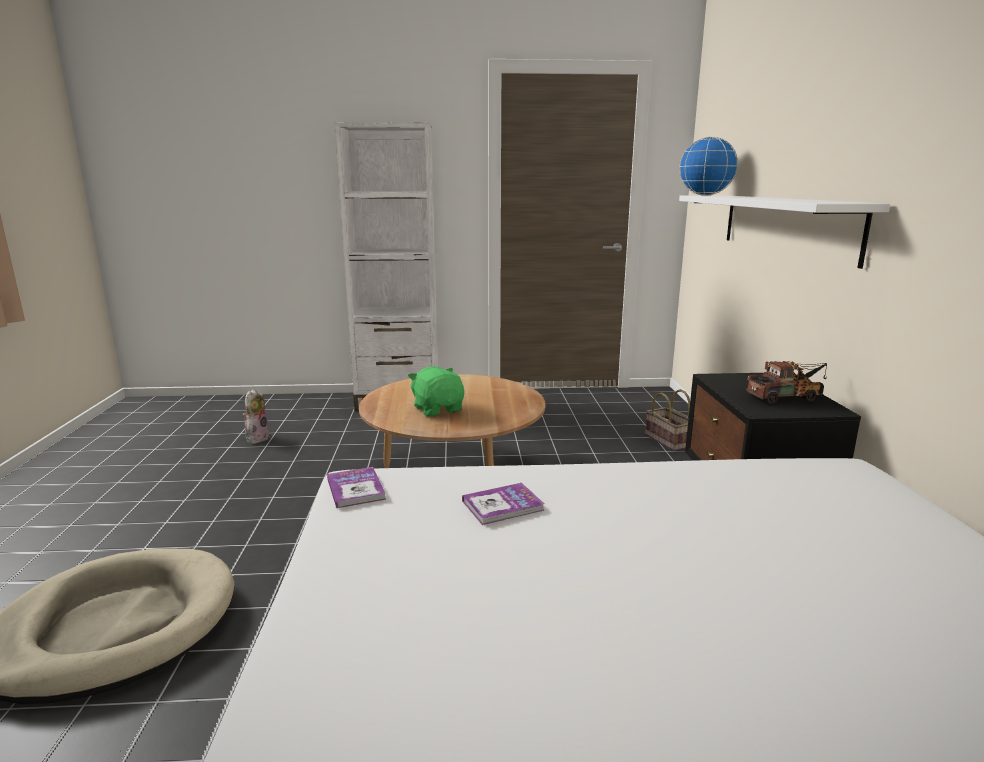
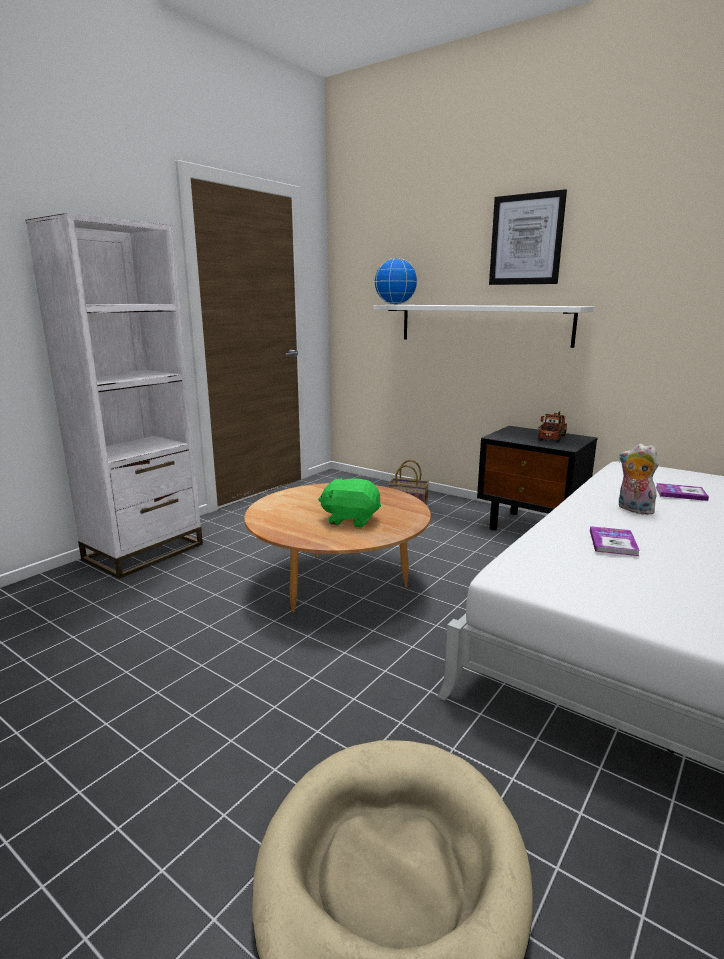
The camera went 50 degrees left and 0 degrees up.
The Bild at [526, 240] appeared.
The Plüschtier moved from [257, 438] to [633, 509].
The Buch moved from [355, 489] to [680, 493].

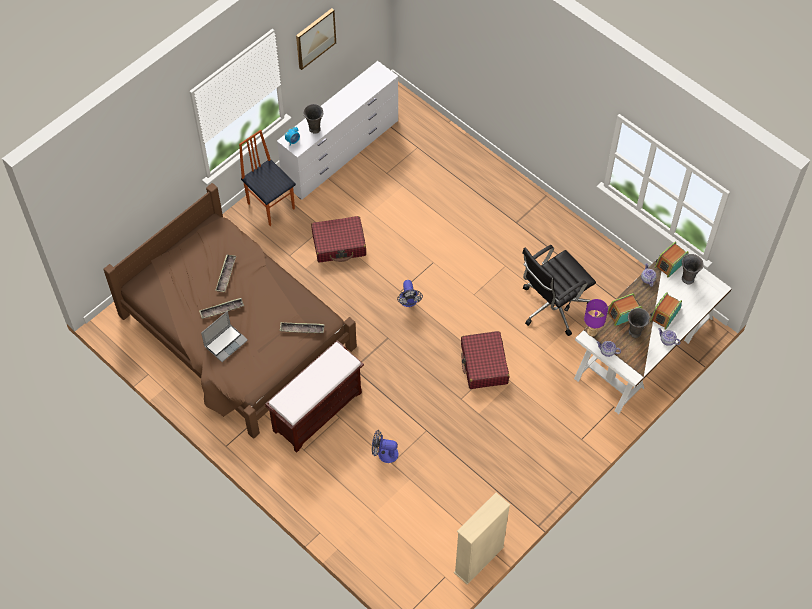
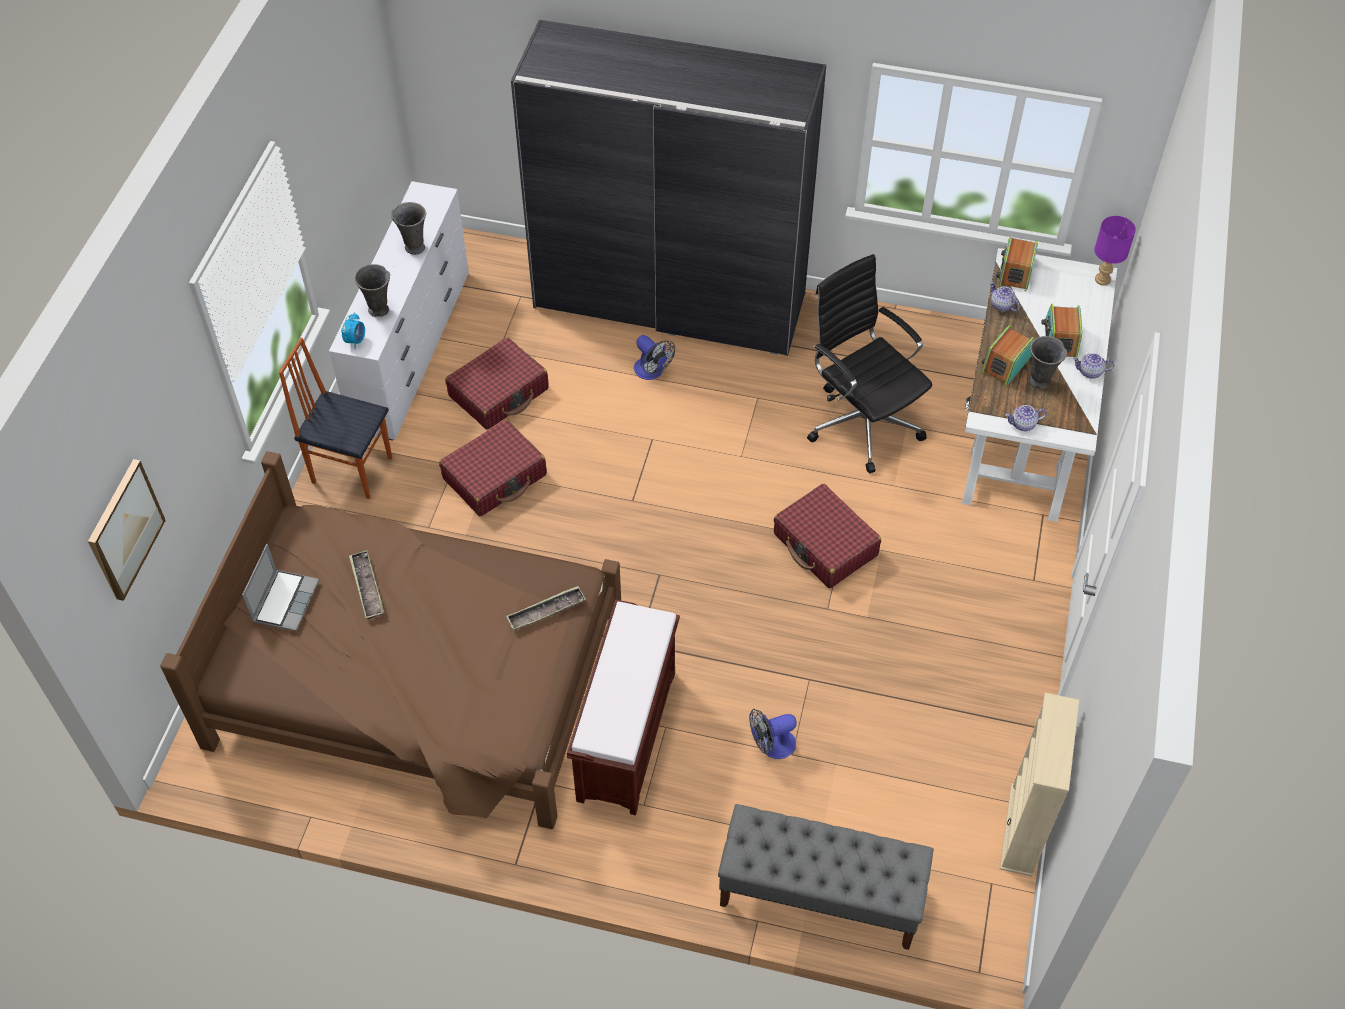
The camera went 30 degrees left and 5 degrees down.
The Bild moved from [315, 38] to [124, 529].
The Laptop moved from [226, 343] to [285, 600].
The Vase (grau) moved from [687, 278] to [414, 247].
The Koffer (rot) at [499, 393] appeared.
The Kleiderschrank (grau) at [670, 301] appeared.
The Ventilator moved from [409, 302] to [652, 372].
The Bank (grau) at [819, 895] appeared.
The Bürostuhl (schwarz) at [552, 307] turned 120 degrees clockwise.
The Tischlampe (lila) moved from [591, 332] to [1102, 280].
The Tablett at [222, 310] disappeared.

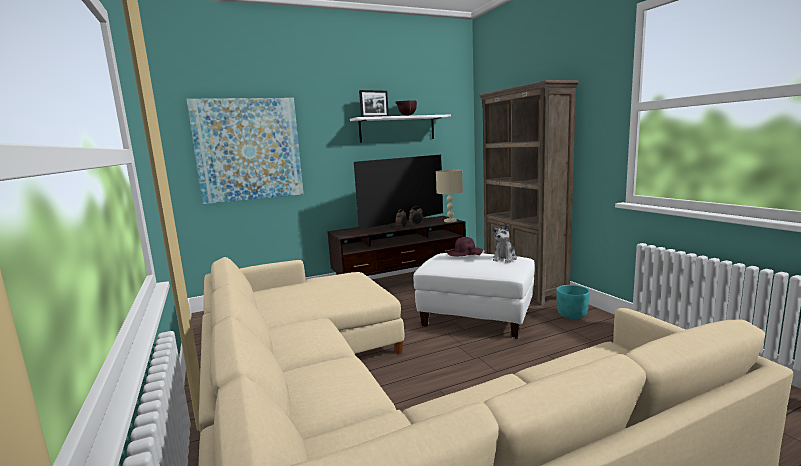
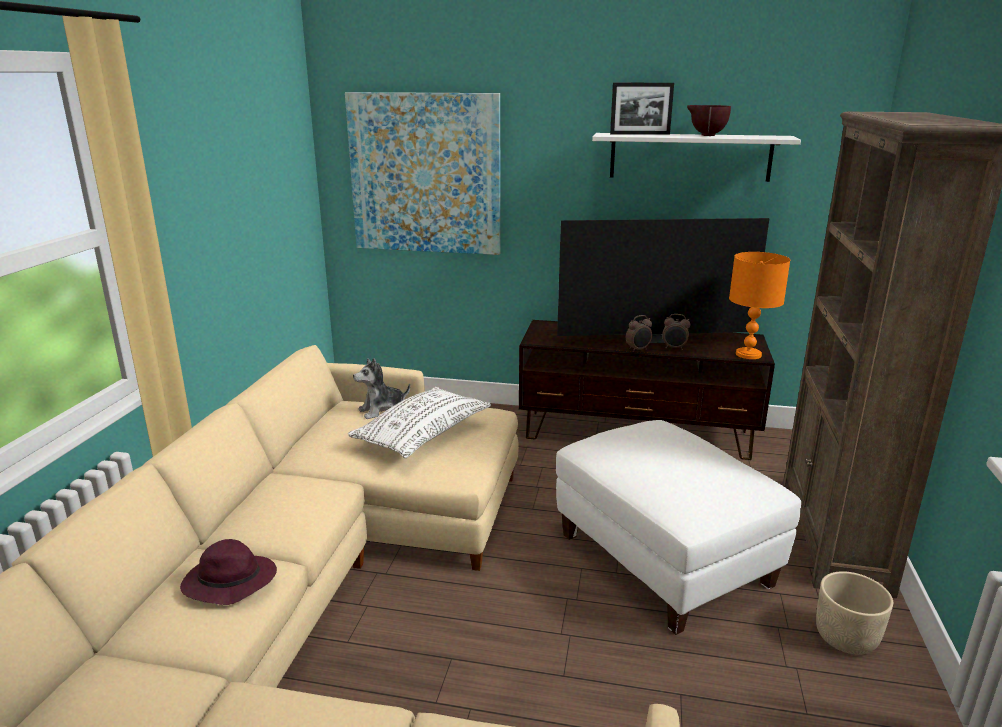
The camera went 35 degrees right and 10 degrees up.
The Hut (lila) moved from [464, 254] to [228, 583].
The Kissen (weiß) at [423, 435] appeared.
The Plüschtier moved from [504, 258] to [382, 411].
The Tischlampe (beige) at [450, 221] became the Tischlampe (orange) at [748, 354].
The Pflanzkübel (türkis) at [572, 315] became the Pflanzkübel (beige) at [846, 638].

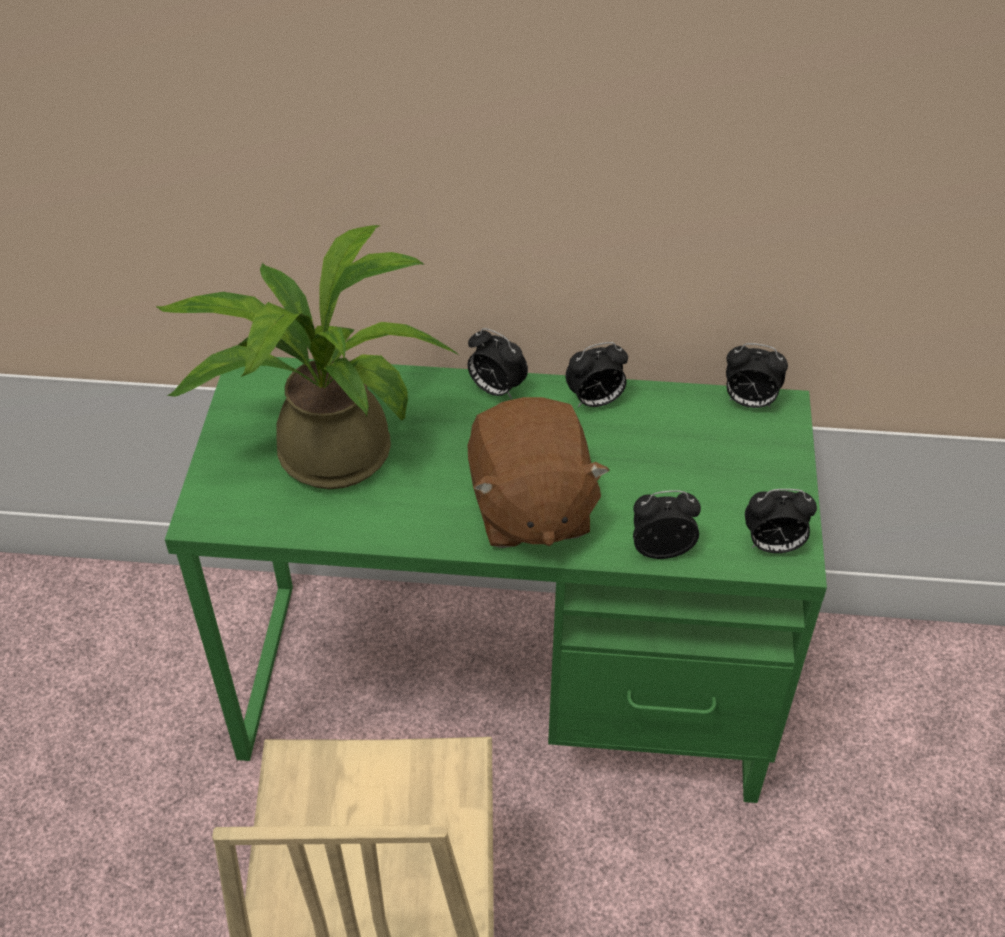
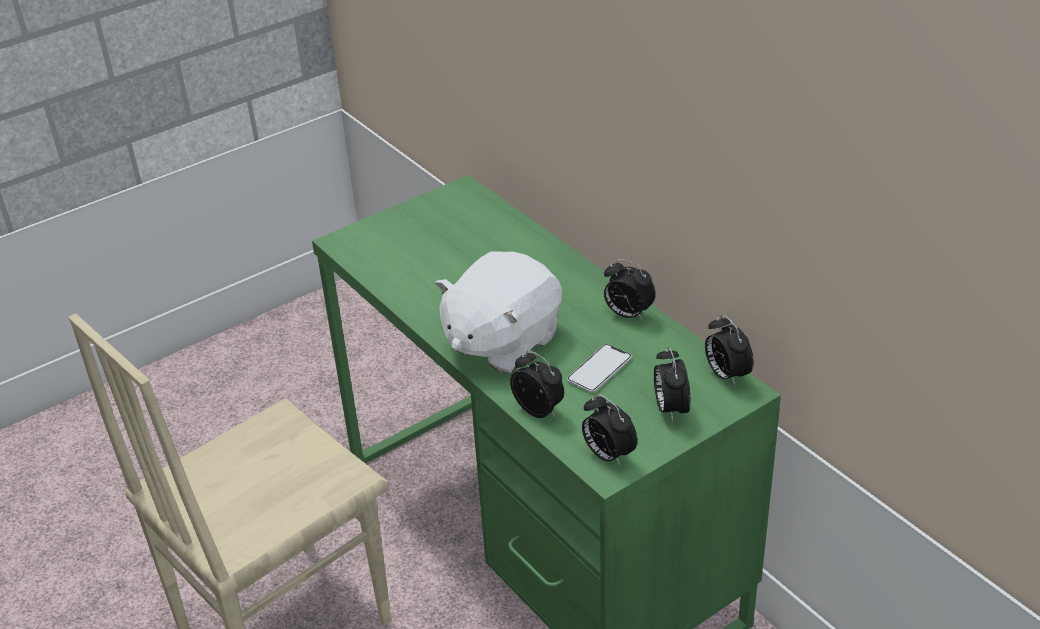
The camera went 50 degrees right and 10 degrees down.
The Plüschtier (braun) at [530, 508] became the Plüschtier (weiß) at [501, 342].
The Handy at [599, 369] appeared.
The Wecker moved from [495, 389] to [670, 409].
The Topfpflanze at [321, 448] disappeared.

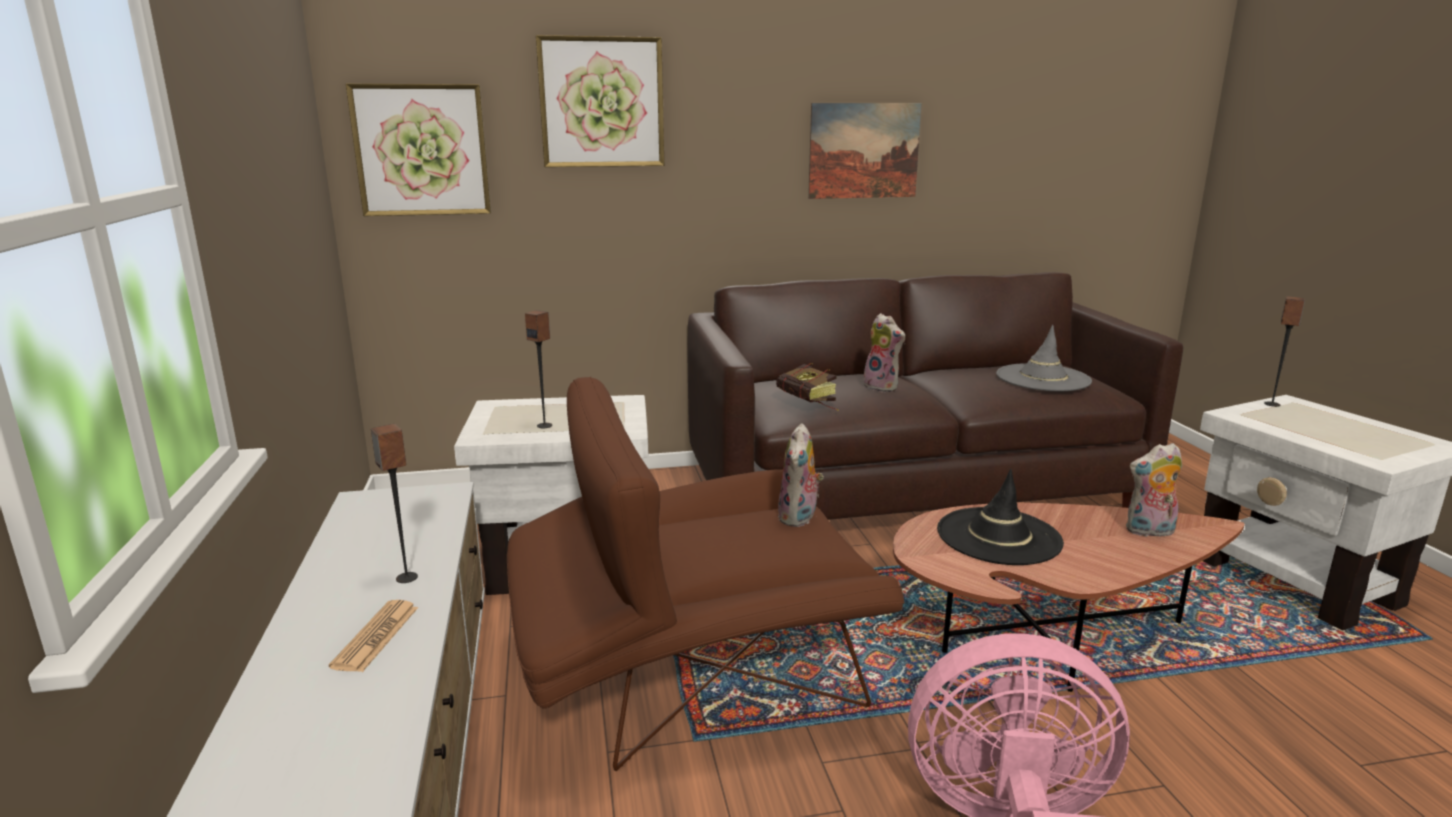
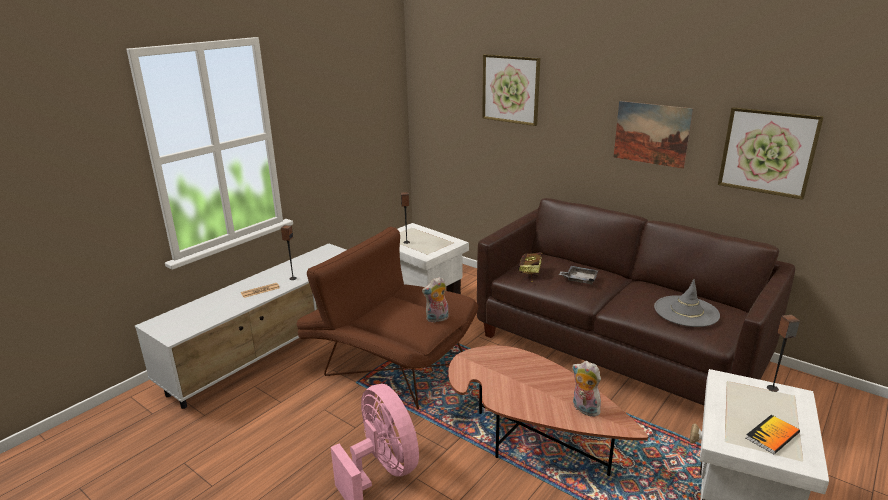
The camera went 50 degrees right and 5 degrees up.
The Plüschtier at [883, 387] was replaced by the Tablett (grau) at [579, 279].
The Bild moved from [421, 150] to [768, 152].
The Buch at [772, 435] appeared.
The Hut (schwarz) at [998, 536] disappeared.

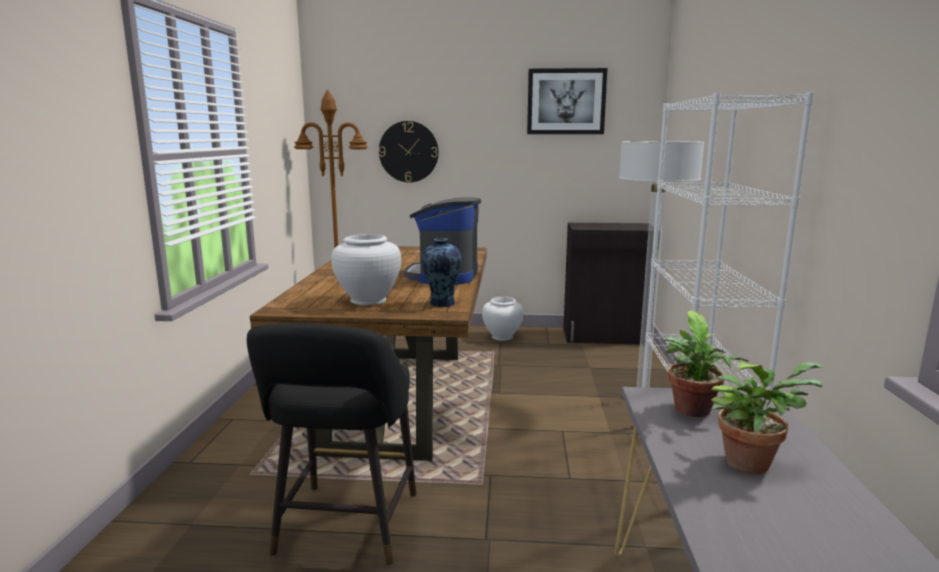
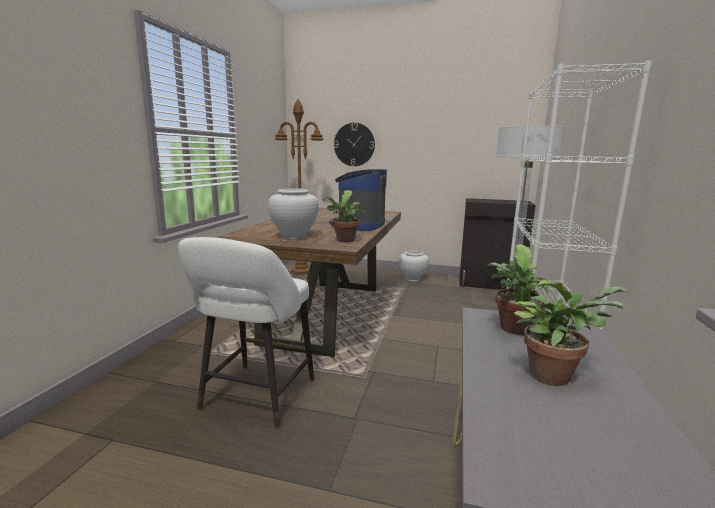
The camera went 10 degrees right and 0 degrees up.
The Hocker (schwarz) at [345, 529] became the Hocker (weiß) at [255, 397].
The Vase at [441, 304] was replaced by the Topfpflanze at [344, 241].
The Bild at [566, 101] disappeared.

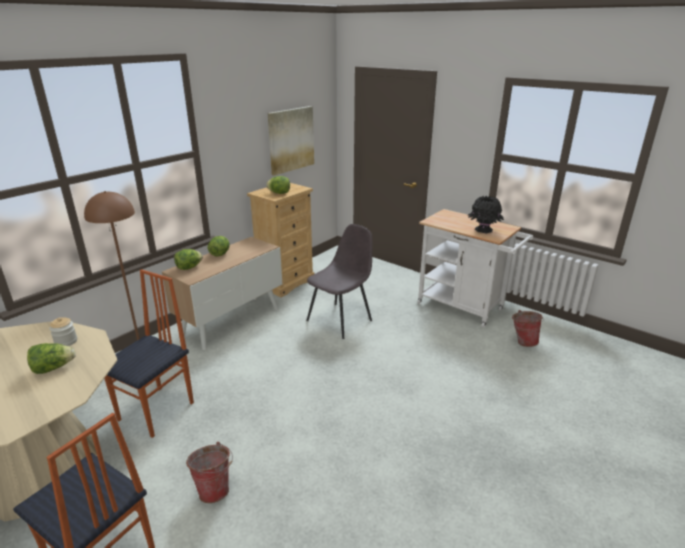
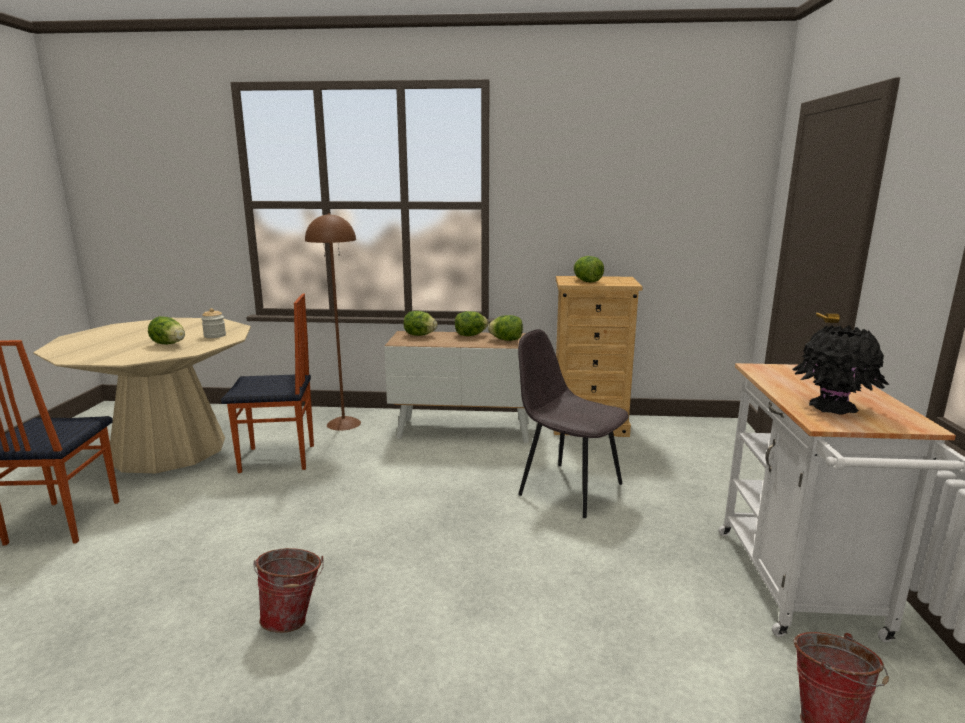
The camera went 55 degrees right and 10 degrees down.
The Eimer moved from [215, 488] to [294, 618].
The Salatkopf at [506, 340] appeared.
The Stuhl (grau) at [340, 320] turned 150 degrees counterclockwise.
The Bild at [291, 140] disappeared.

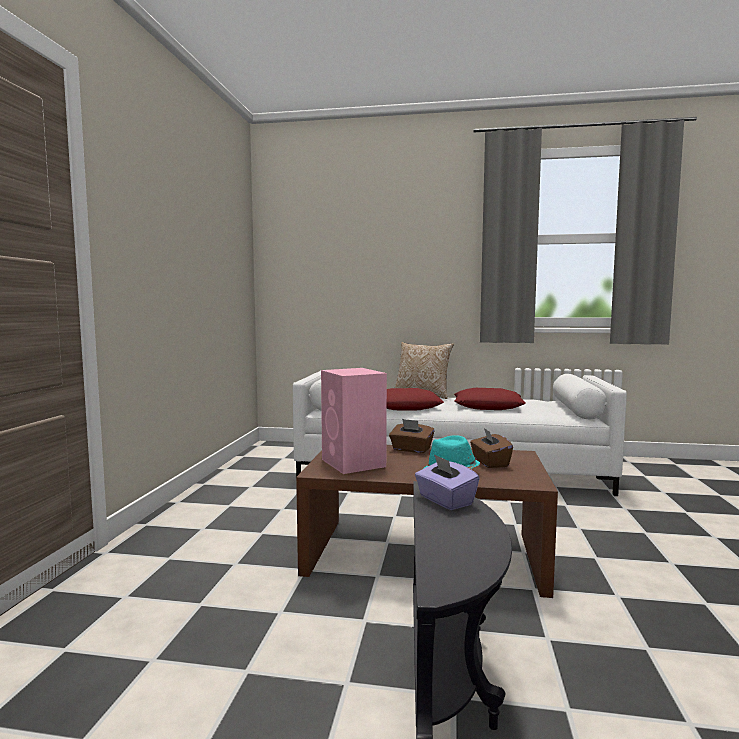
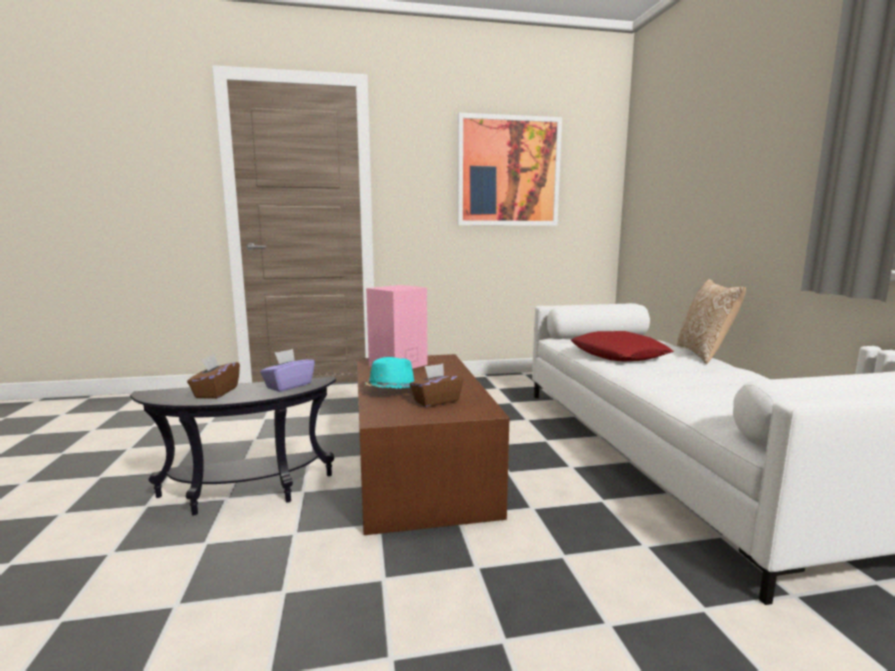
The camera went 70 degrees right and 5 degrees up.
The Taschentuchbox (braun) moved from [411, 449] to [216, 392].
The Bild at [508, 171] appeared.
The Kissen (rot) at [488, 406] disappeared.

